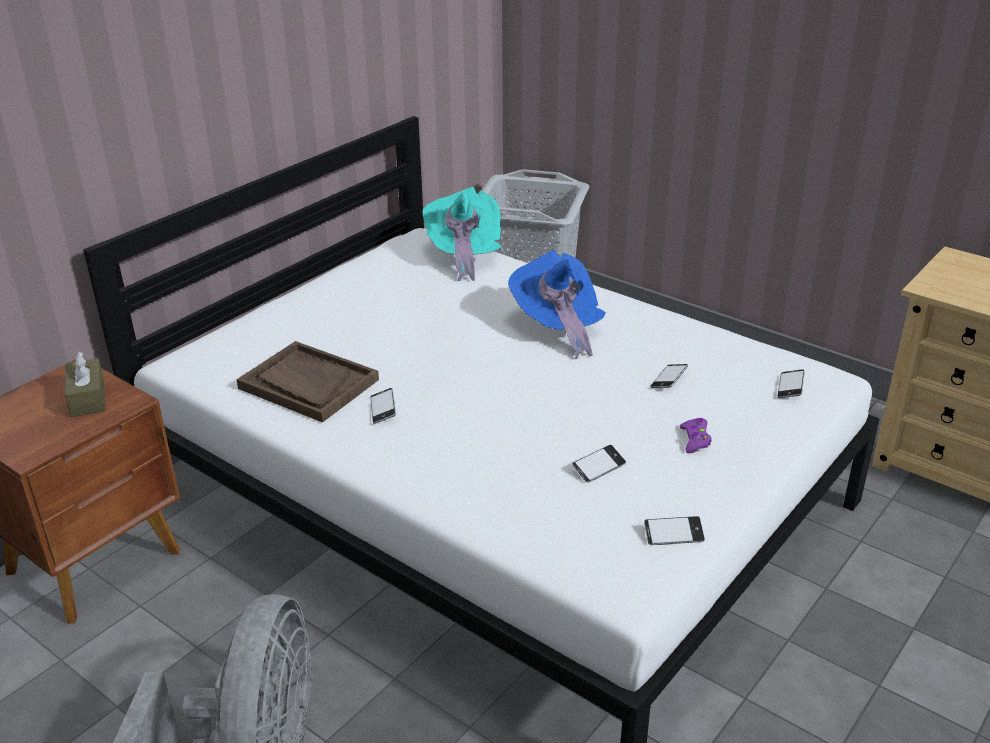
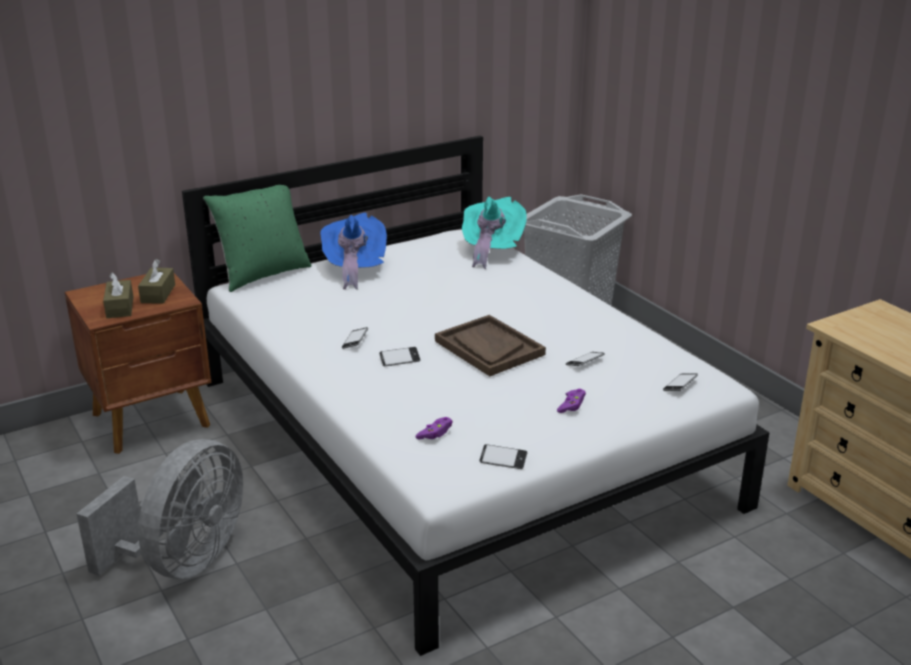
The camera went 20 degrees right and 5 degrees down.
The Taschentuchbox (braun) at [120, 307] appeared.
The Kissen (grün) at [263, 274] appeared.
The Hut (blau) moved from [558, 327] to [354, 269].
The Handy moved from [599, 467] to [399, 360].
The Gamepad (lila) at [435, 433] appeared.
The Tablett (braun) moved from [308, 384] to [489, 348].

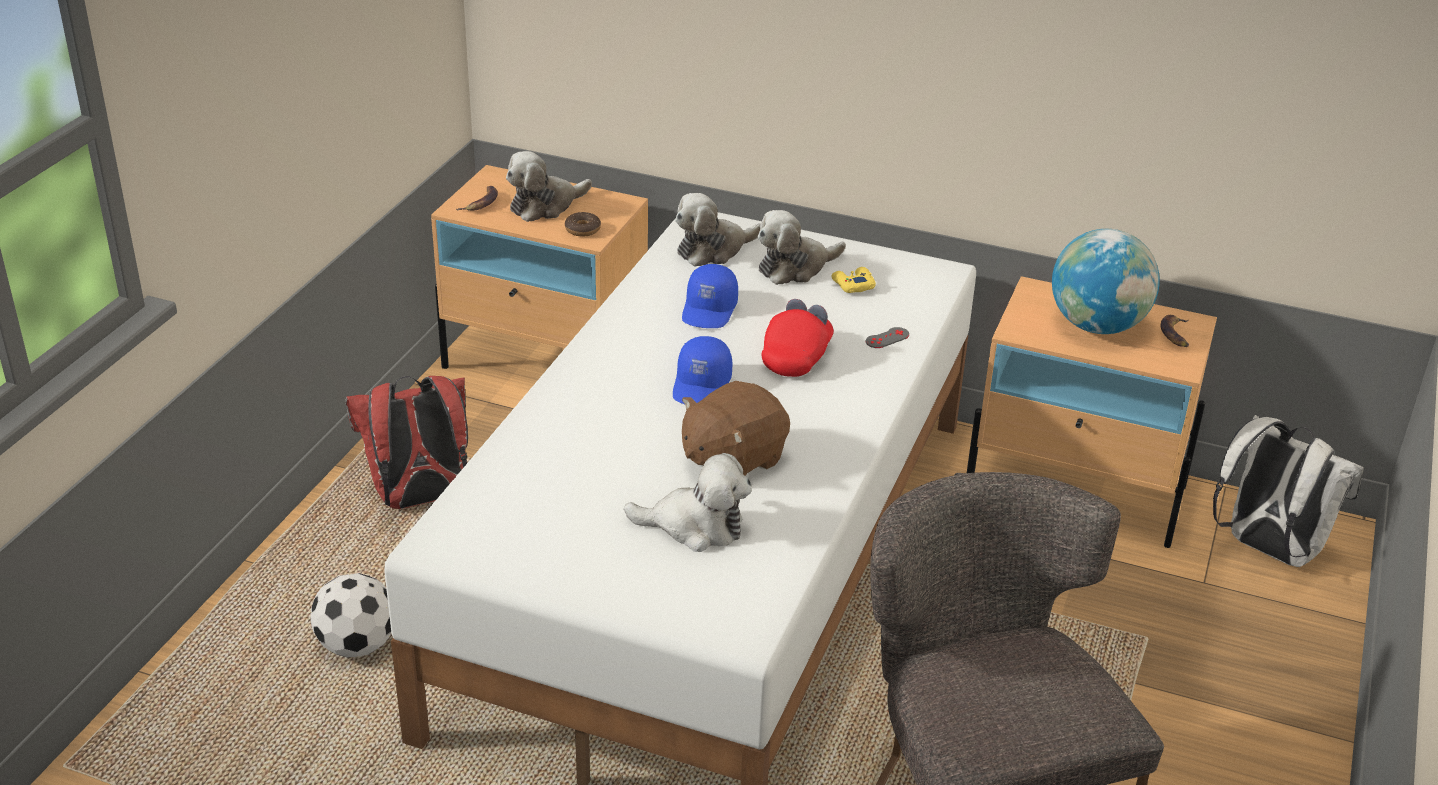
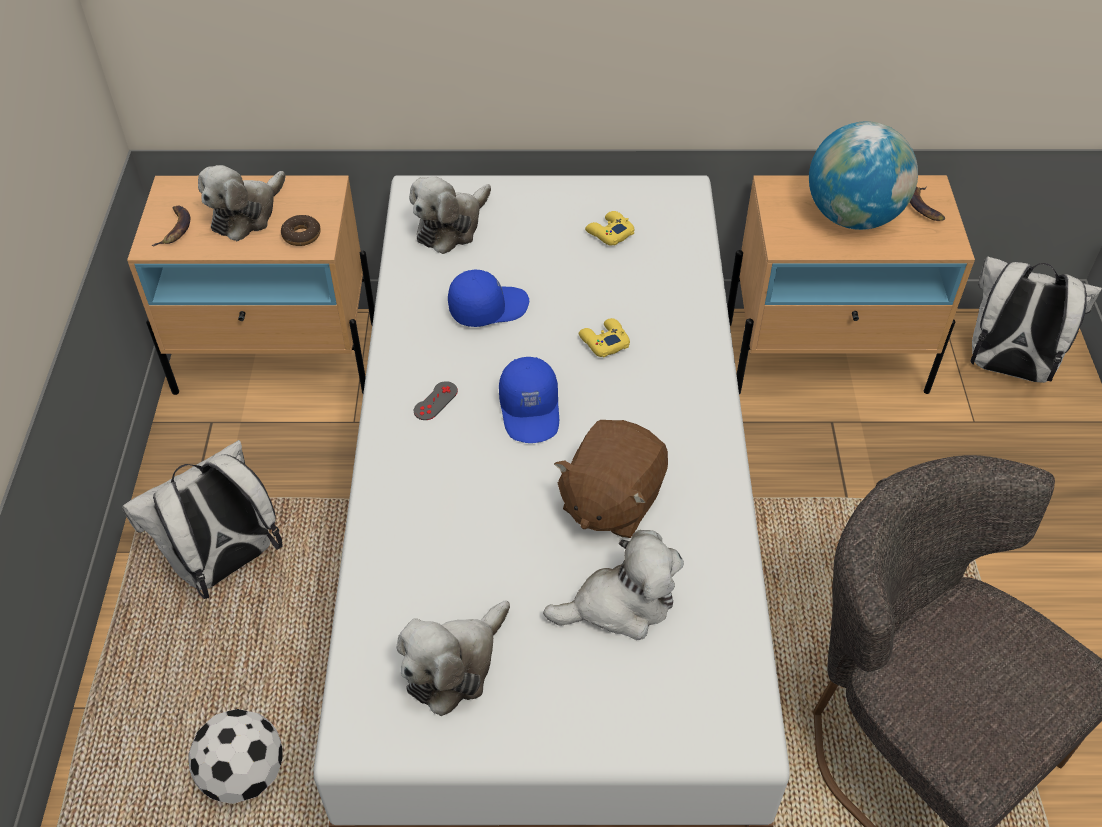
The camera went 20 degrees left and 15 degrees up.
The Rucksack (rot) at [420, 499] became the Rucksack (weiß) at [225, 565].
The Plüschtier moved from [795, 268] to [454, 665].
The Gamepad (grau) moved from [887, 338] to [435, 401].
The Kappe (blau) at [710, 310] turned 105 degrees counterclockwise.
The Kappe (rot) at [797, 356] was replaced by the Gamepad (gelb) at [603, 341].

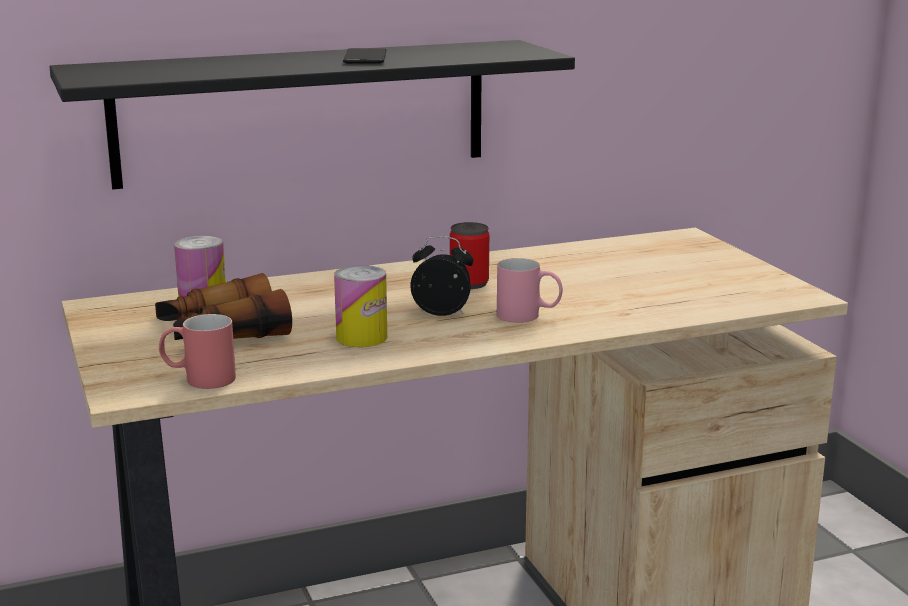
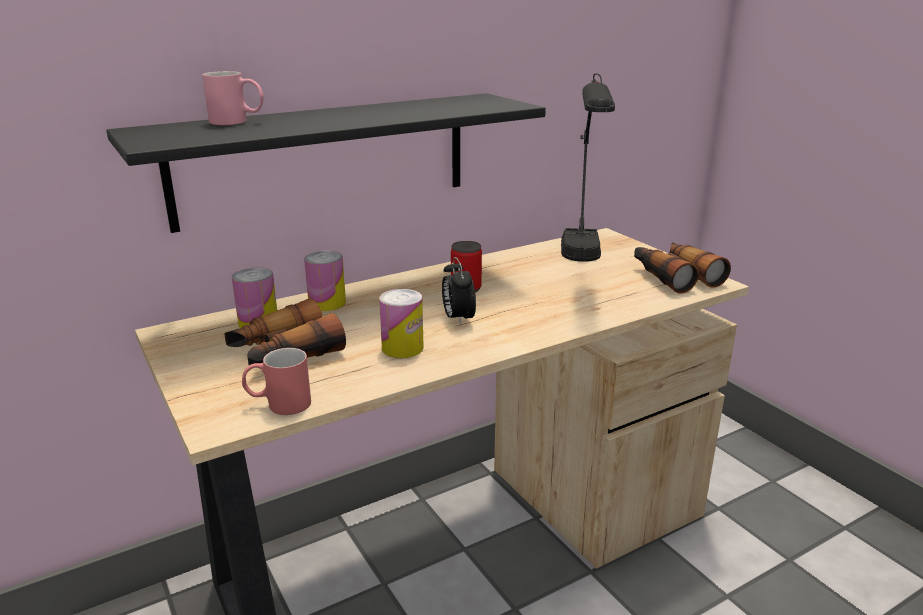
The camera went 10 degrees left and 5 degrees up.
The Henkelbecher (rosa) moved from [529, 316] to [238, 122].
The Dose at [327, 303] appeared.
The Wecker at [442, 313] turned 105 degrees counterclockwise.
The Tischlampe (schwarz) at [581, 265] appeared.
The Fernglas at [674, 276] appeared.
The Handy at [365, 58] disappeared.

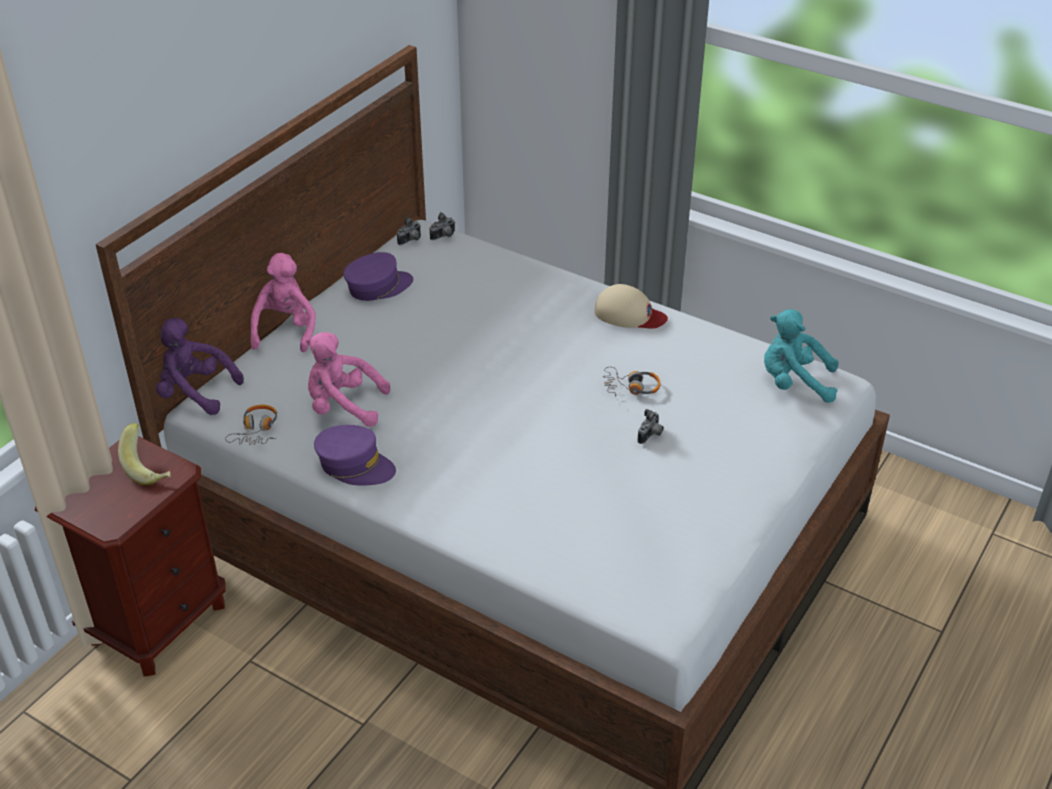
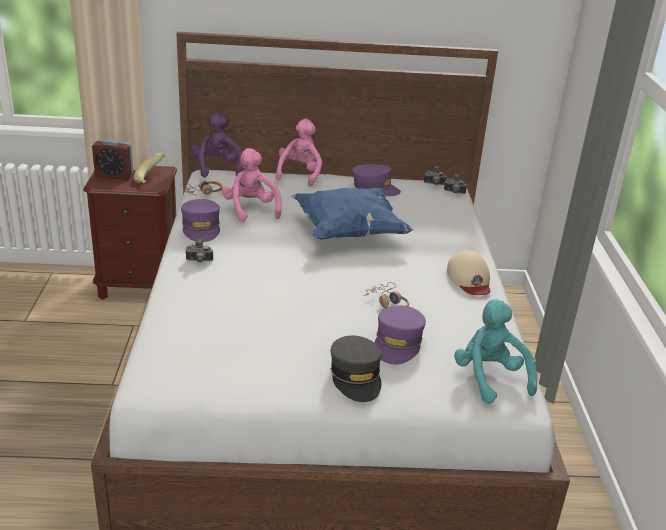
The camera went 55 degrees right and 10 degrees down.
The Wecker at [114, 175] appeared.
The Kamera moved from [651, 435] to [199, 261].
The Plüschtier (rosa) at [284, 329] turned 45 degrees counterclockwise.
The Kissen (blau) at [348, 232] appeared.
The Kappe (grau) at [356, 377] appeared.
The Kappe (lila) at [398, 343] appeared.

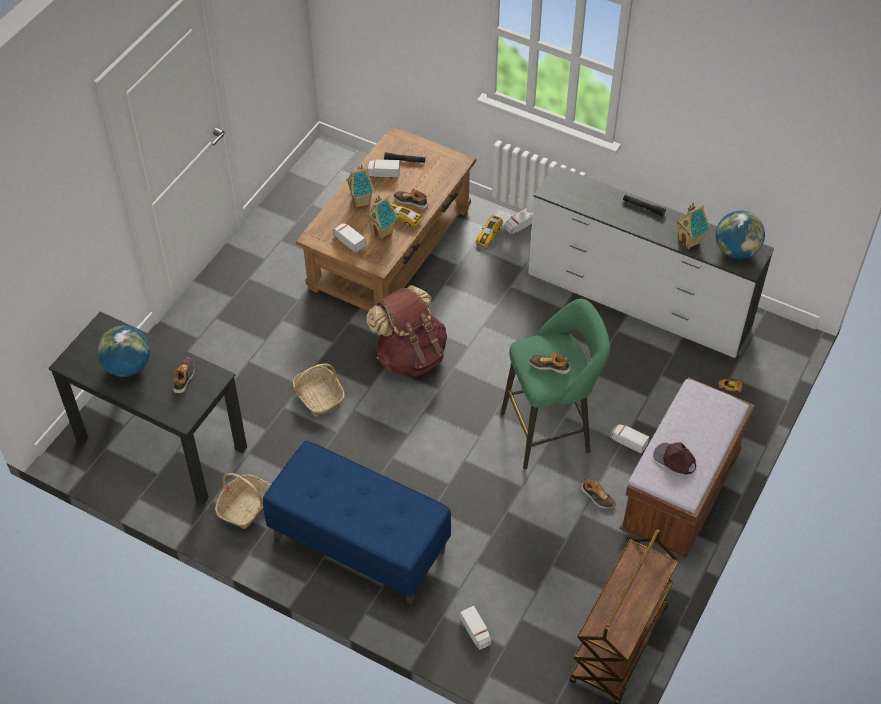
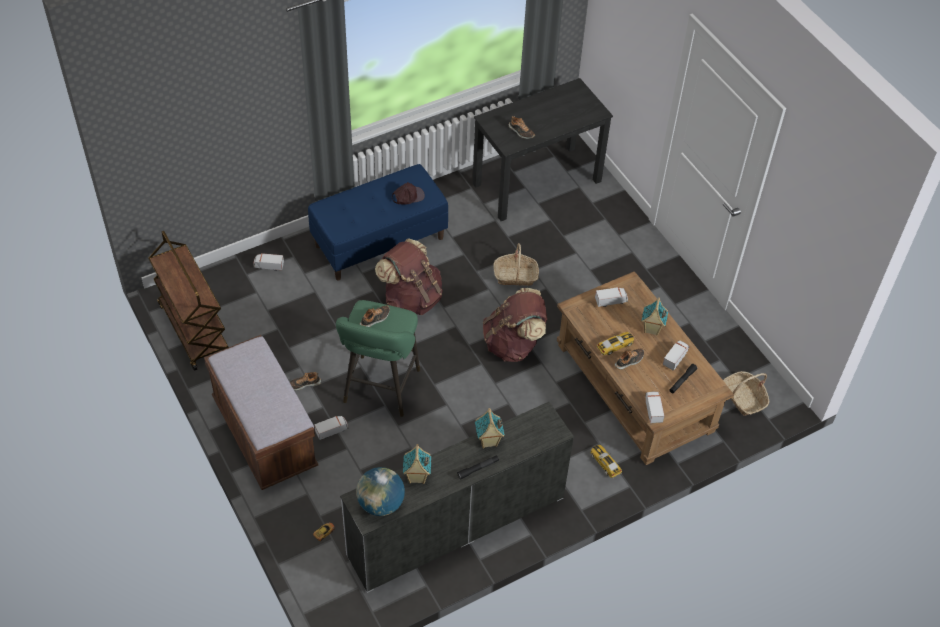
The camera went 120 degrees right and 0 degrees up.
The Rucksack (braun) at [411, 298] appeared.
The Kappe (braun) moved from [674, 460] to [408, 196].
The Spielzeughaus moved from [383, 231] to [488, 441].
The Spielzeuglaster moved from [520, 226] to [653, 410].
The Korb moved from [245, 506] to [743, 398].
The Globus at [128, 367] disappeared.

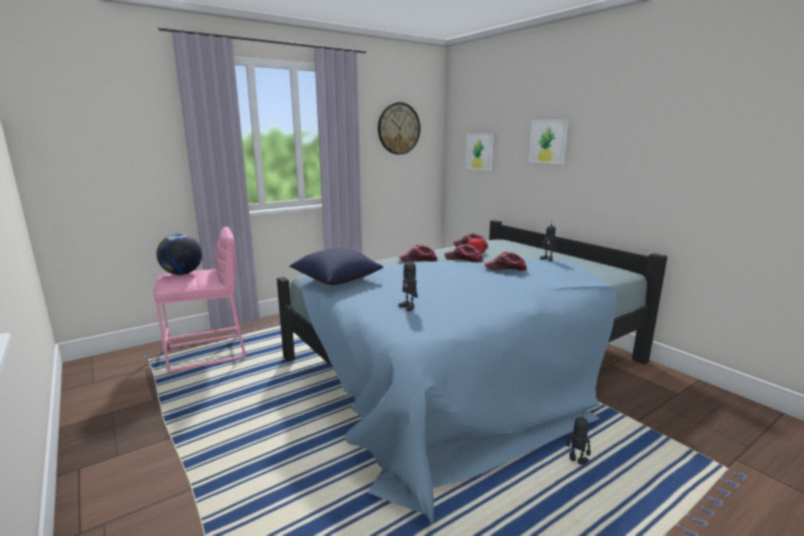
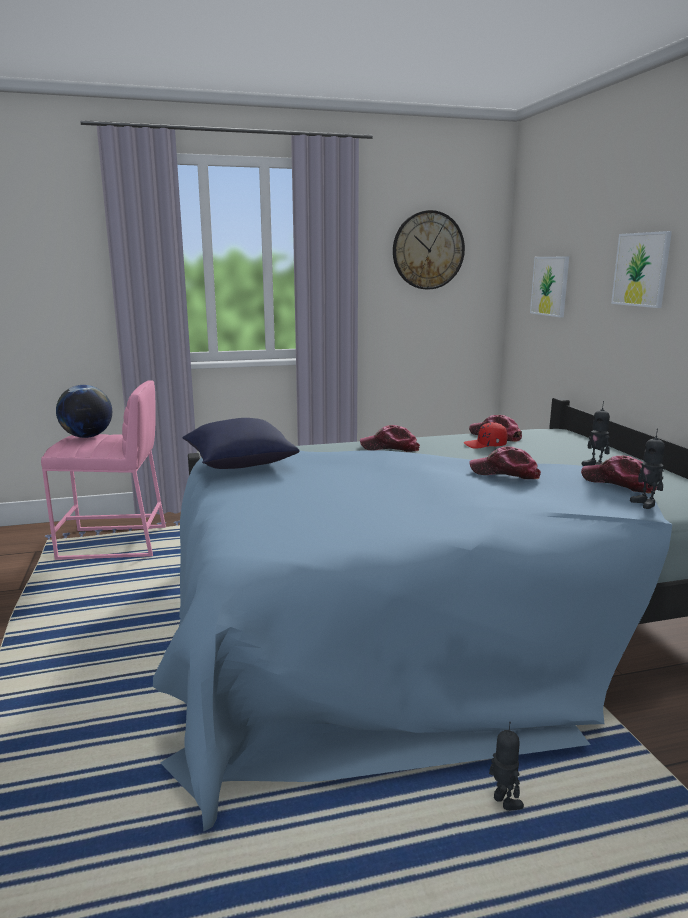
The camera went 20 degrees right and 0 degrees up.
The Kappe moved from [463, 259] to [618, 483].
The Spielzeugroboter moved from [408, 307] to [645, 503].

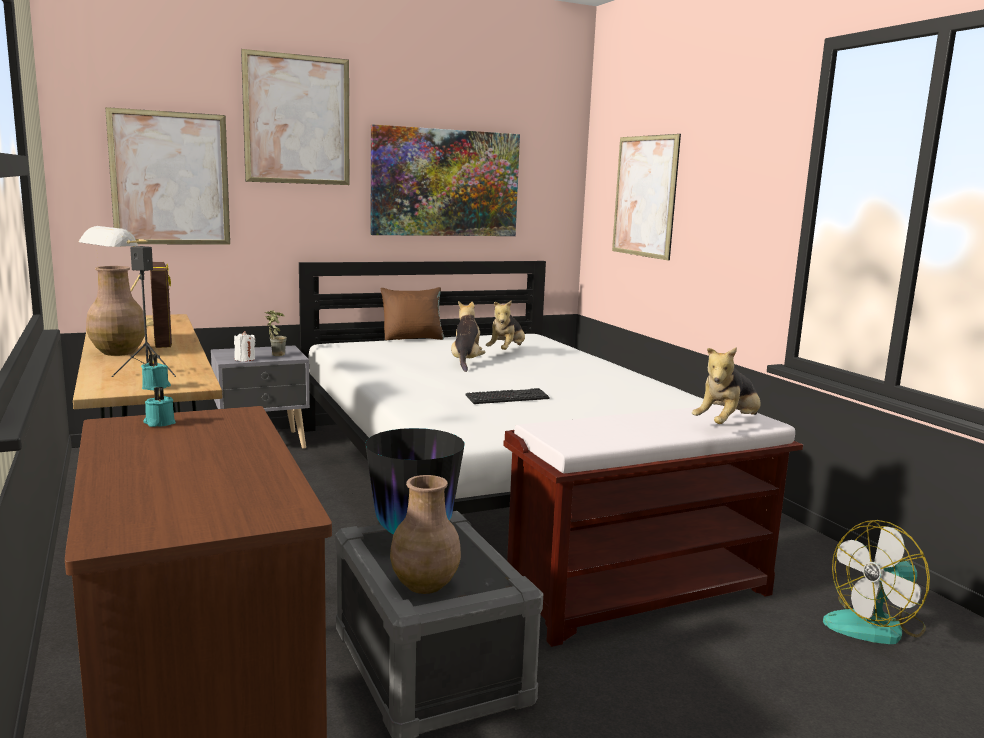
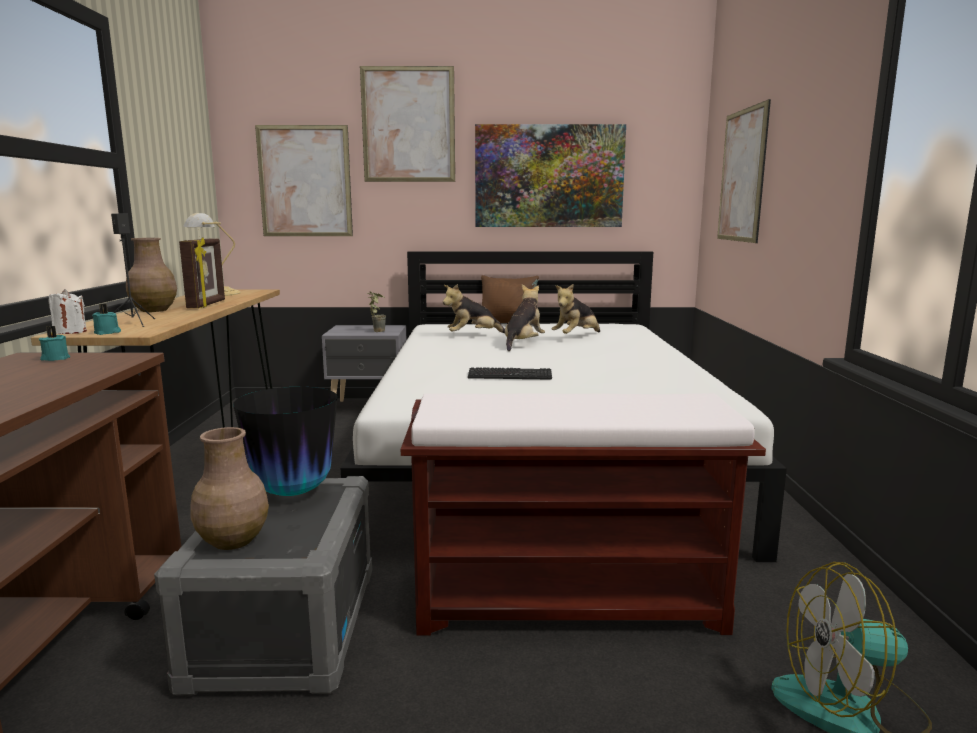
The camera went 25 degrees right and 0 degrees up.
The Kerze (weiß) moved from [244, 359] to [70, 332].
The Plüschtier moved from [727, 425] to [473, 335].

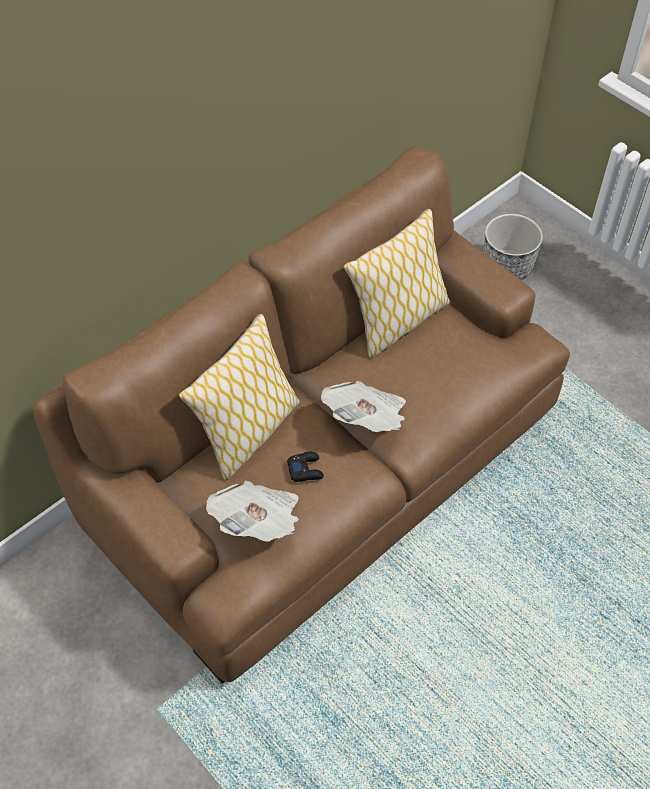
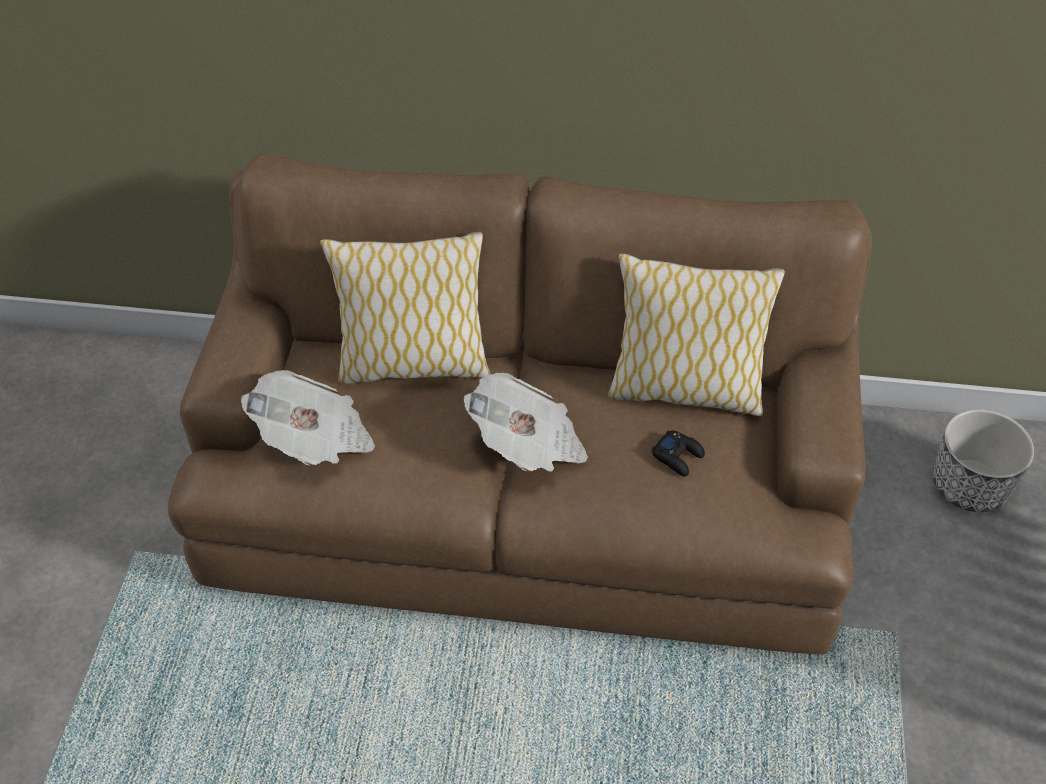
The camera went 50 degrees right and 5 degrees down.
The Gamepad (schwarz) moved from [305, 469] to [678, 456].

